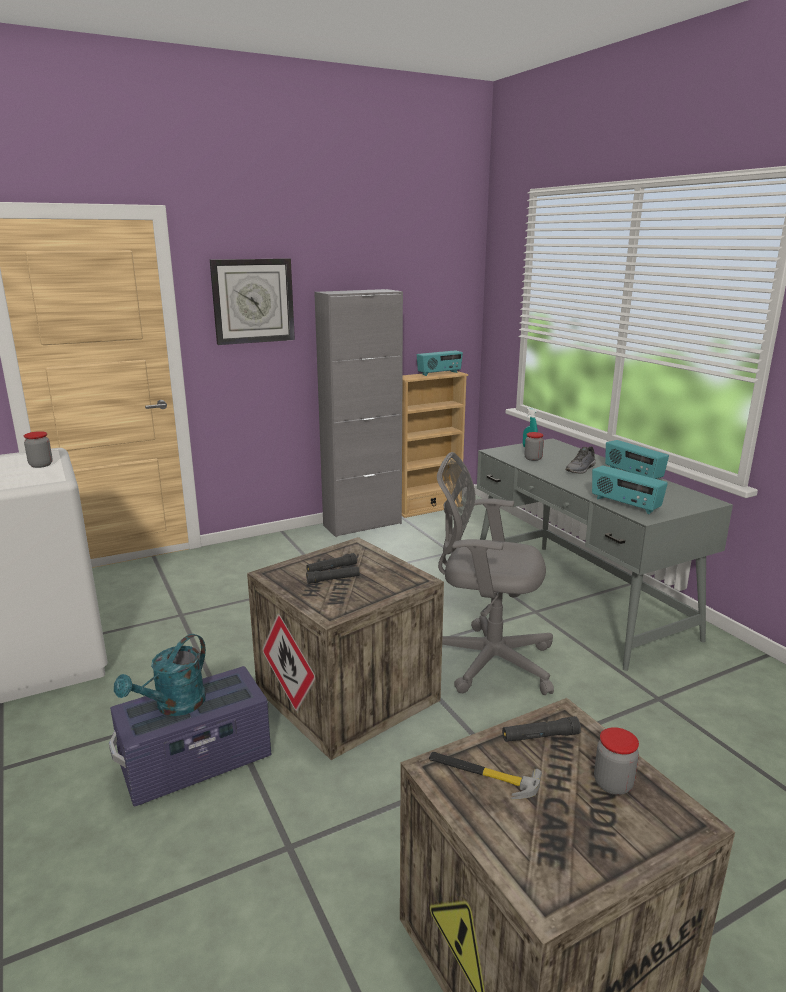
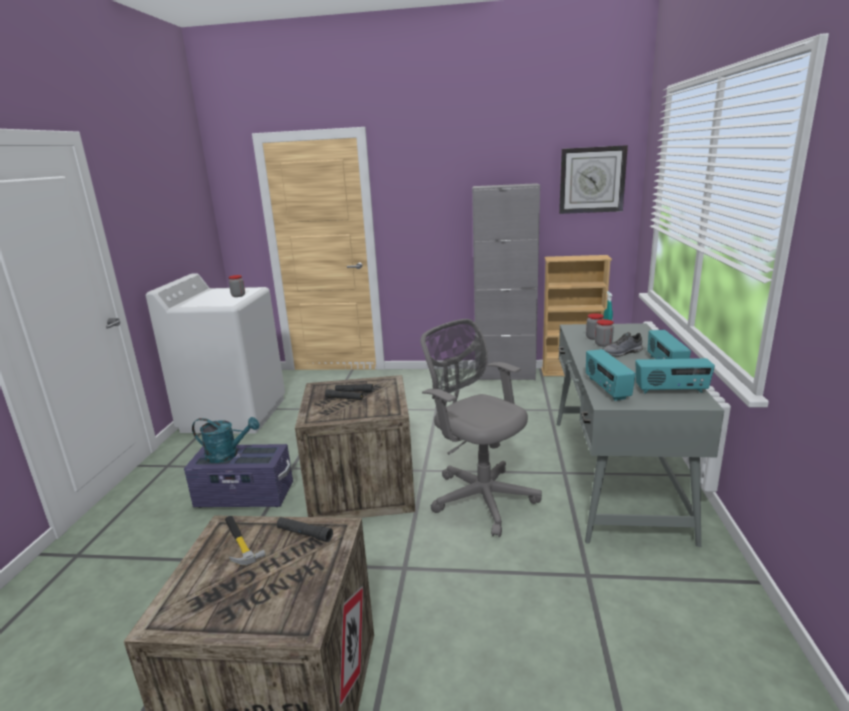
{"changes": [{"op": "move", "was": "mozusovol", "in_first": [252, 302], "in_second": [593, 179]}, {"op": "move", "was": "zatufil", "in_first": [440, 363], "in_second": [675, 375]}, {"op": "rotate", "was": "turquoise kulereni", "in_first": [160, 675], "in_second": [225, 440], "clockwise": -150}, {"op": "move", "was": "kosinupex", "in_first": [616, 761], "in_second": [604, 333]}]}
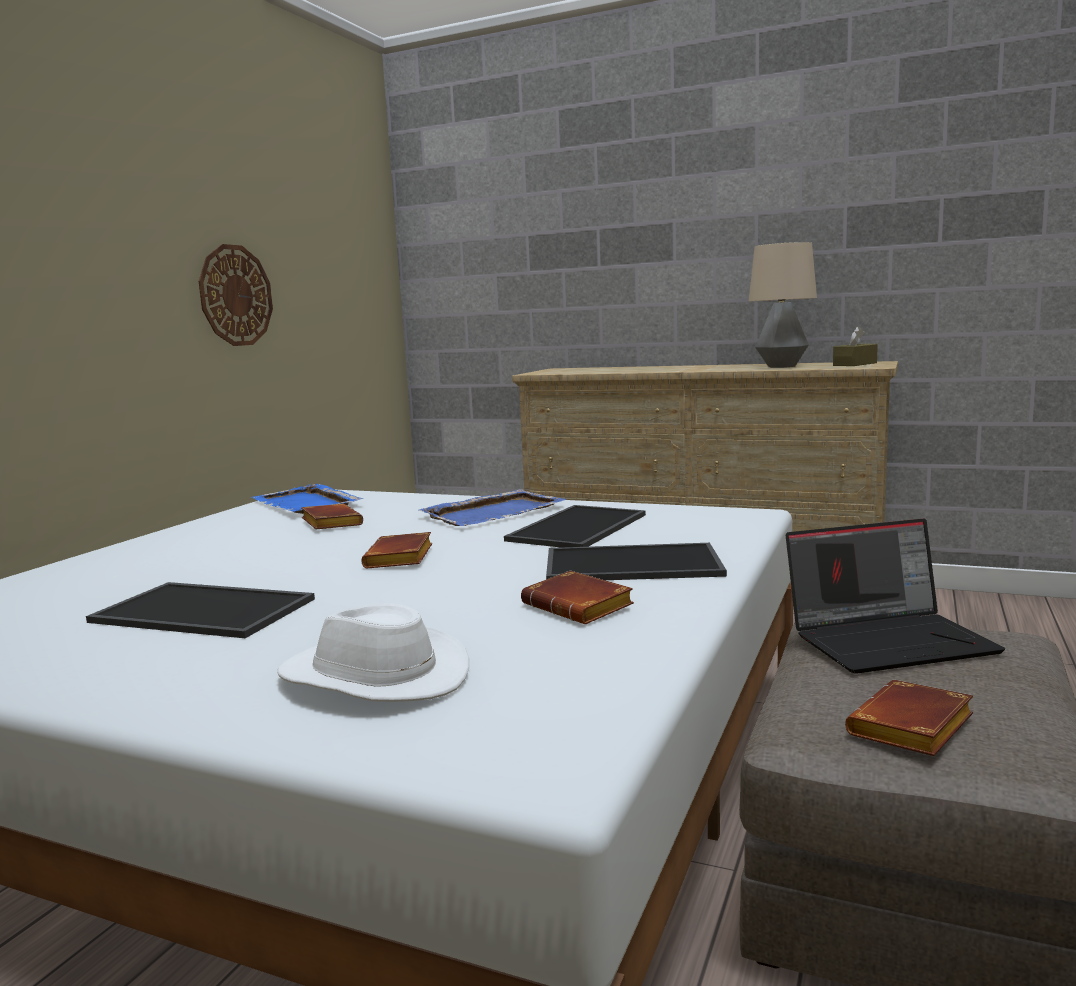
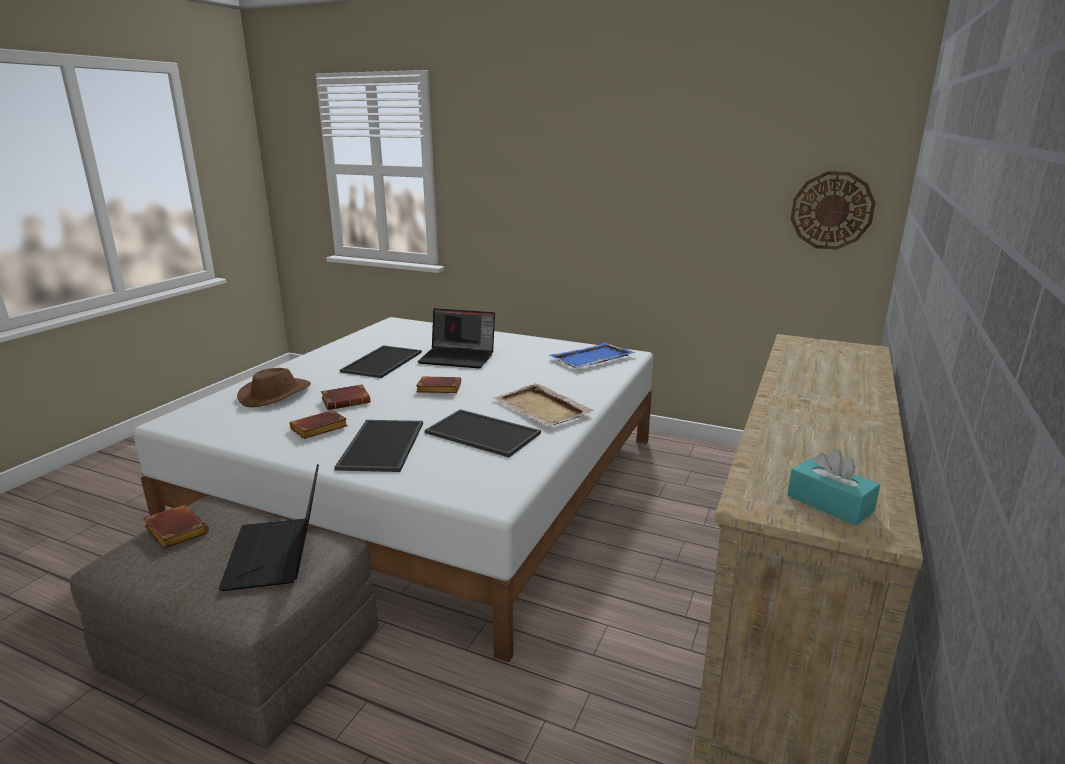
{"changes": [{"op": "delete", "was": "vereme", "in_first": [783, 305]}, {"op": "move", "was": "mozusovol", "in_first": [236, 295], "in_second": [833, 210]}, {"op": "recolor", "was": "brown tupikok", "now": "turquoise tupikok", "in_first": [855, 346], "in_second": [833, 487]}, {"op": "recolor", "was": "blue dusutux", "now": "beige dusutux", "in_first": [492, 507], "in_second": [543, 404]}, {"op": "move", "was": "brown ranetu", "in_first": [332, 516], "in_second": [345, 397]}, {"op": "recolor", "was": "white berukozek", "now": "brown berukozek", "in_first": [373, 652], "in_second": [274, 387]}, {"op": "insert", "now": "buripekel", "in_second": [456, 338]}]}
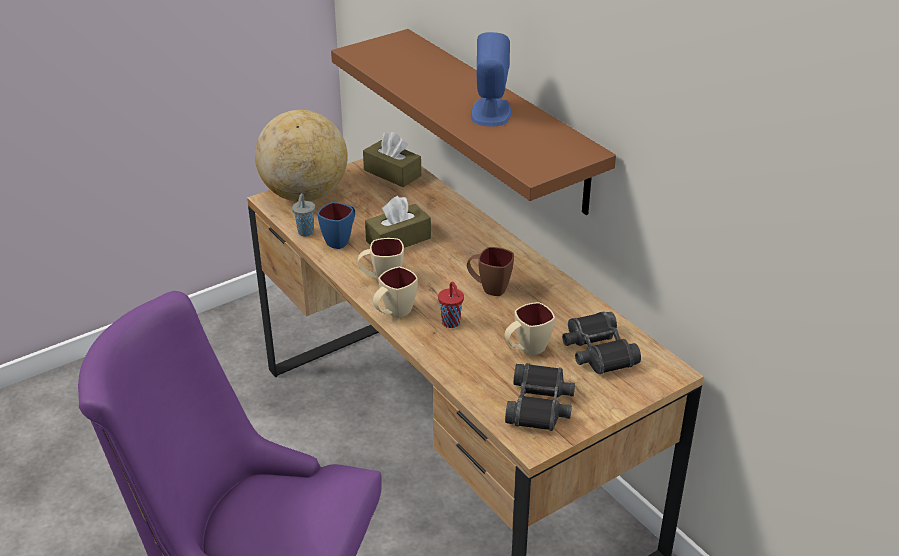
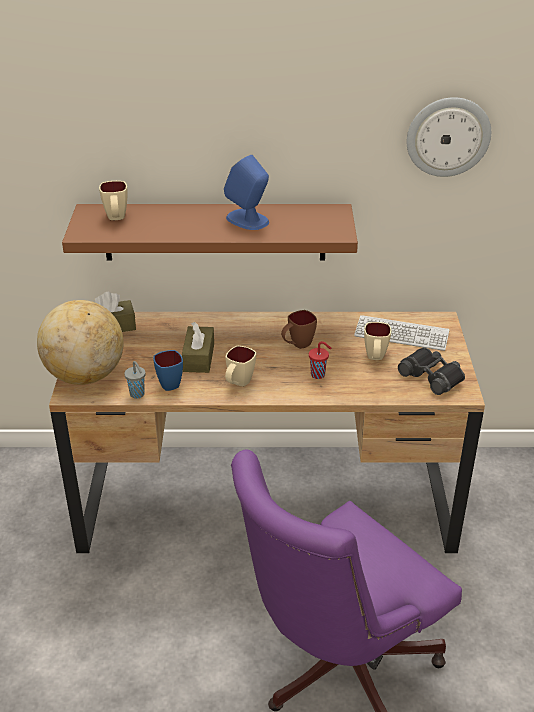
{"changes": [{"op": "move", "was": "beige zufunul", "in_first": [395, 292], "in_second": [113, 200]}, {"op": "replace", "was": "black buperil", "now": "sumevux", "in_first": [601, 342], "in_second": [402, 333]}, {"op": "insert", "now": "mozusovol", "in_second": [449, 137]}]}
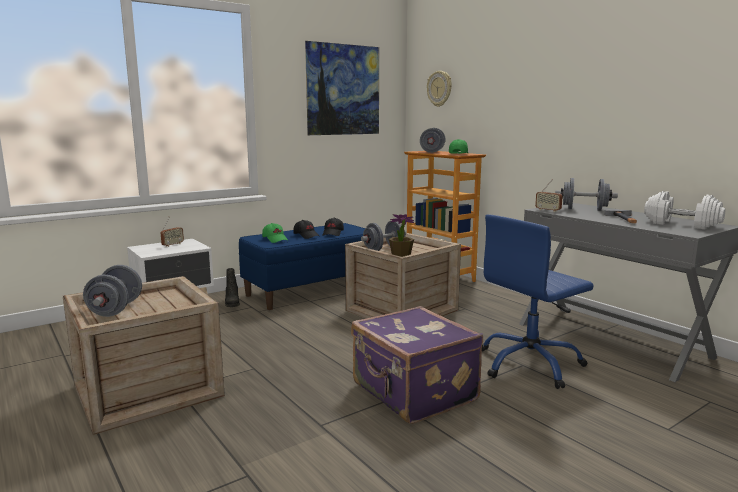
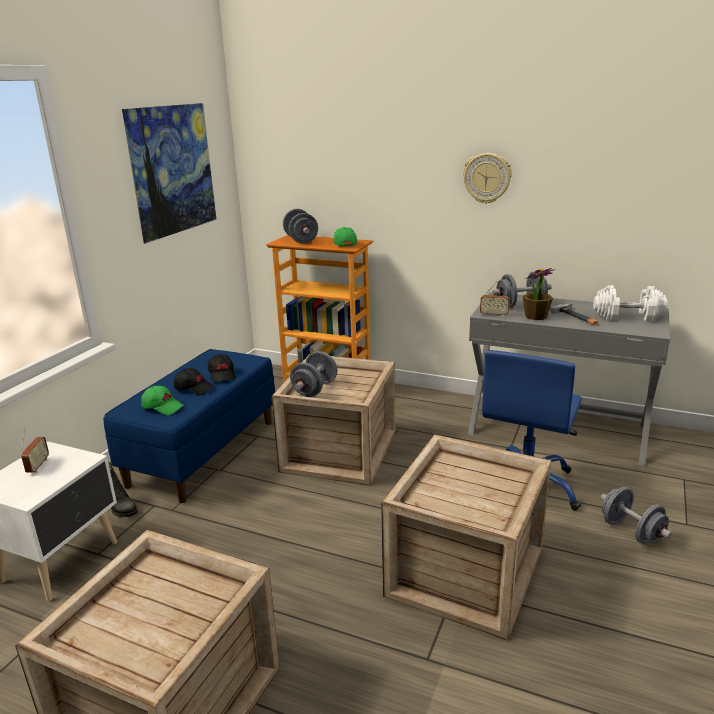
{"changes": [{"op": "move", "was": "mozusovol", "in_first": [439, 89], "in_second": [487, 178]}, {"op": "move", "was": "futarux", "in_first": [401, 235], "in_second": [539, 294]}, {"op": "move", "was": "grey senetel", "in_first": [112, 291], "in_second": [636, 515]}, {"op": "replace", "was": "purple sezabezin", "now": "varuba", "in_first": [417, 365], "in_second": [466, 537]}]}
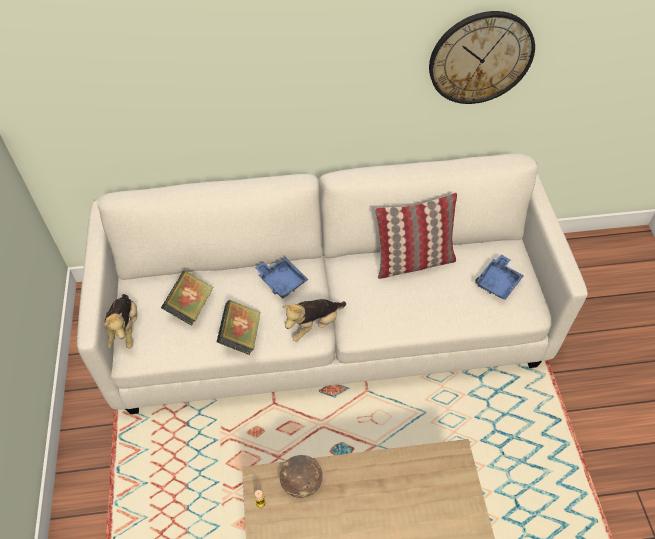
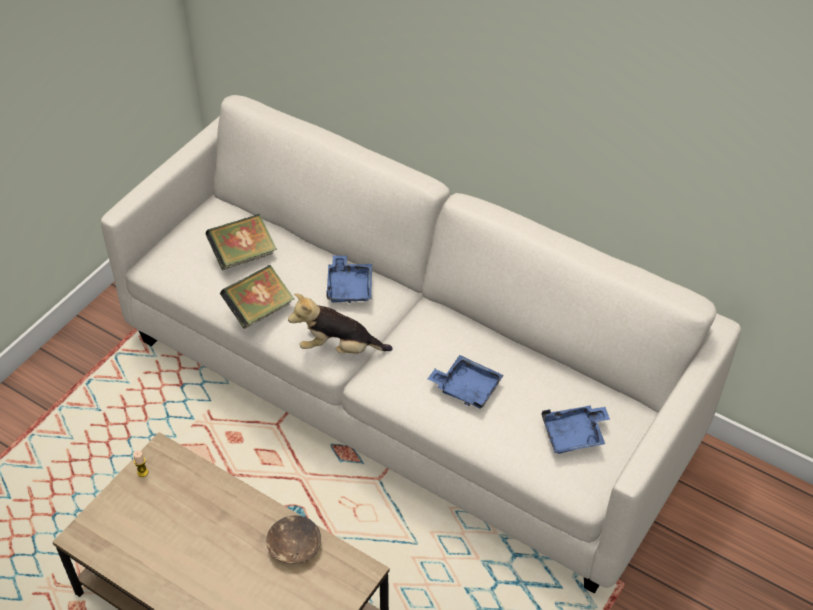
{"changes": [{"op": "delete", "was": "mozusovol", "in_first": [482, 57]}, {"op": "delete", "was": "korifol", "in_first": [416, 236]}, {"op": "delete", "was": "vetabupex", "in_first": [120, 321]}, {"op": "move", "was": "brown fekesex", "in_first": [301, 476], "in_second": [293, 539]}, {"op": "insert", "now": "blue dusutux", "in_second": [466, 382]}]}
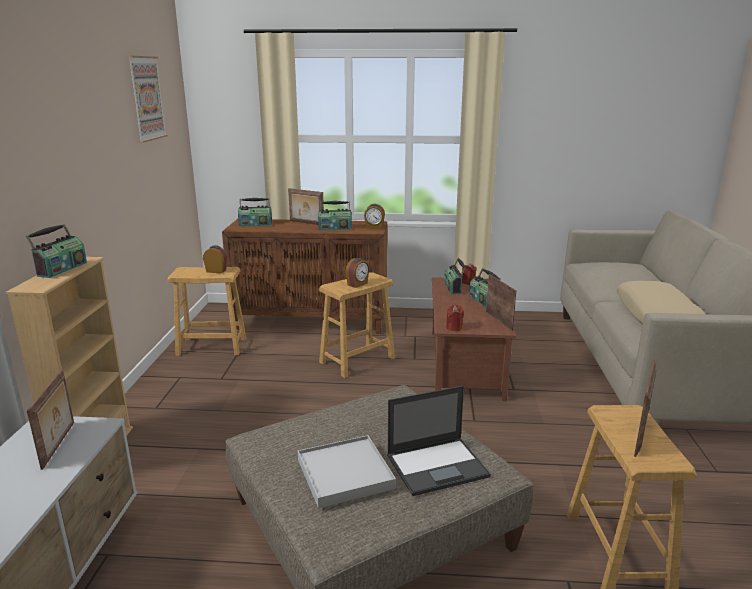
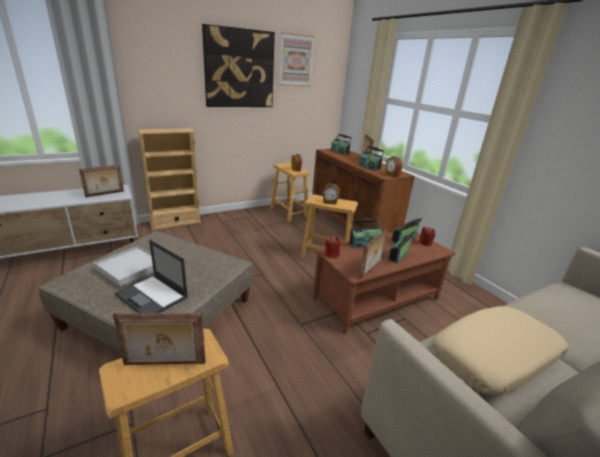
{"changes": [{"op": "move", "was": "zatufil", "in_first": [56, 251], "in_second": [365, 233]}, {"op": "insert", "now": "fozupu", "in_second": [238, 65]}]}
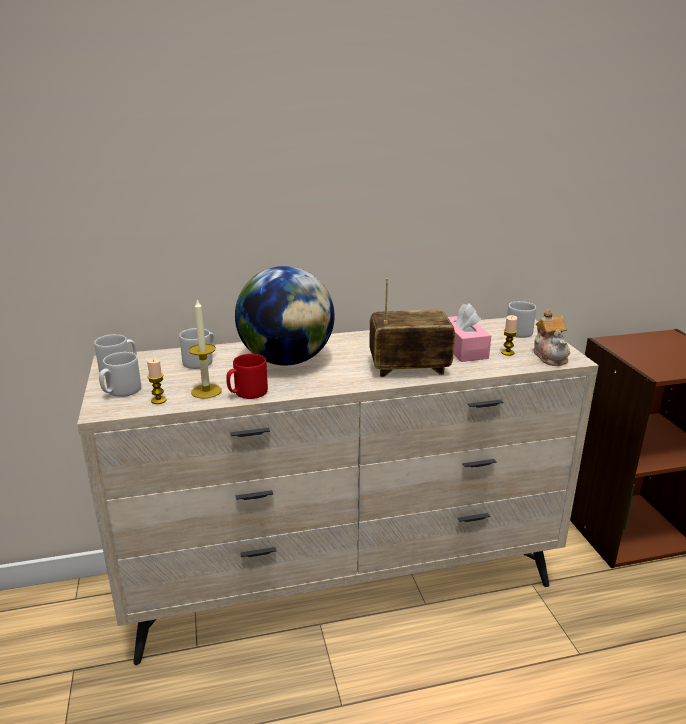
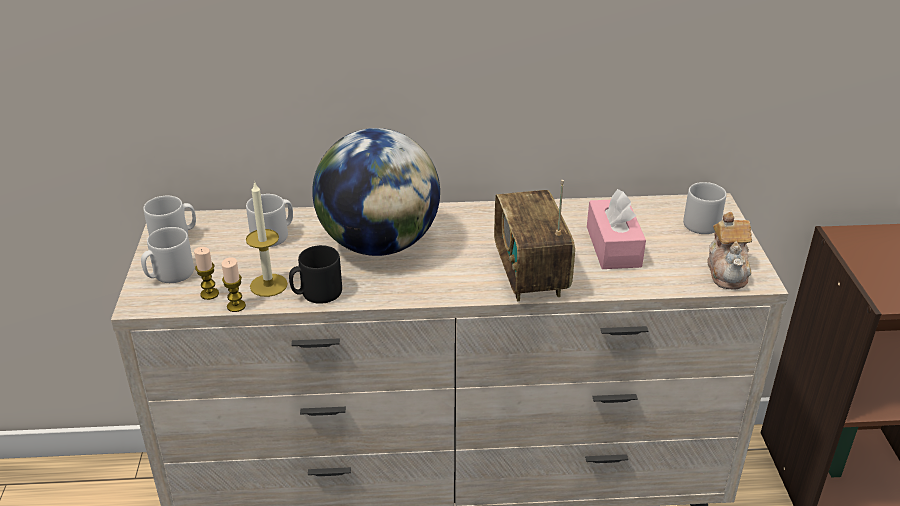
{"changes": [{"op": "rotate", "was": "zatufil", "in_first": [412, 327], "in_second": [534, 241], "clockwise": -105}, {"op": "move", "was": "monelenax", "in_first": [509, 335], "in_second": [233, 284]}, {"op": "recolor", "was": "red zufunul", "now": "black zufunul", "in_first": [247, 376], "in_second": [315, 274]}]}
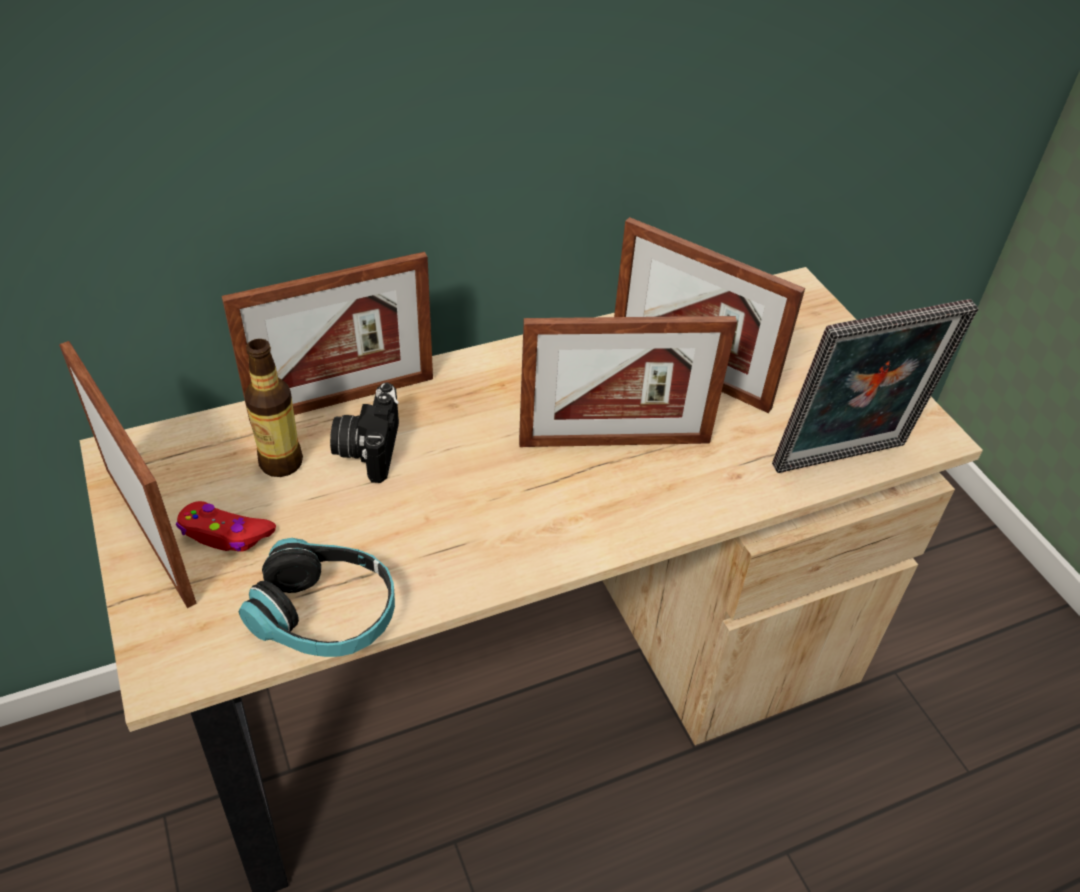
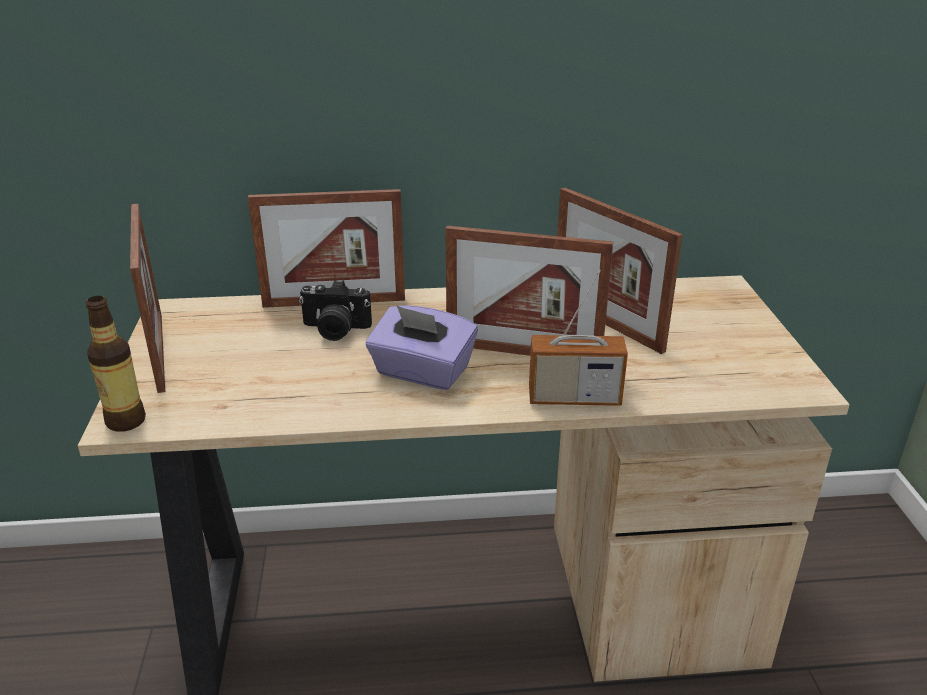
{"changes": [{"op": "delete", "was": "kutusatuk", "in_first": [875, 386]}, {"op": "move", "was": "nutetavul", "in_first": [273, 408], "in_second": [116, 364]}, {"op": "rotate", "was": "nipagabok", "in_first": [364, 432], "in_second": [335, 310], "clockwise": -105}, {"op": "delete", "was": "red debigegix", "in_first": [226, 526]}, {"op": "delete", "was": "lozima", "in_first": [317, 597]}, {"op": "insert", "now": "zatufil", "in_second": [578, 338]}, {"op": "insert", "now": "purple tupikok", "in_second": [422, 347]}]}
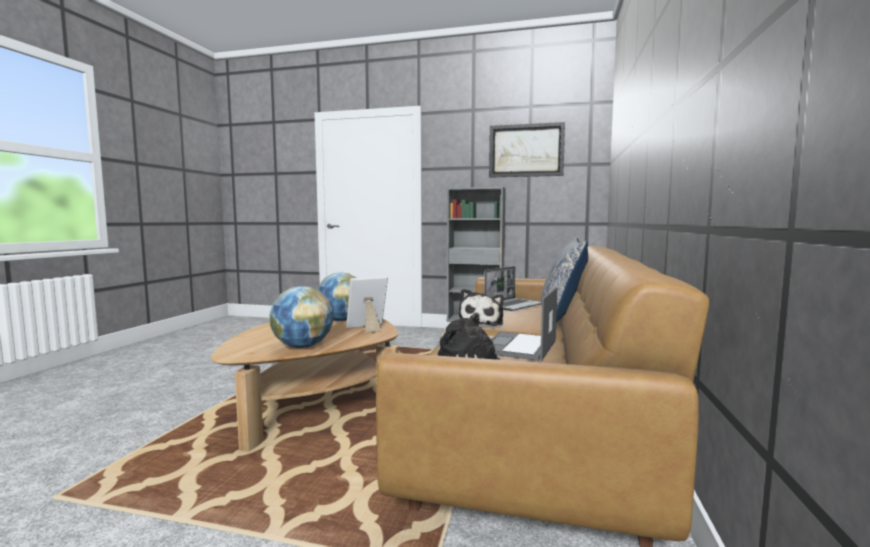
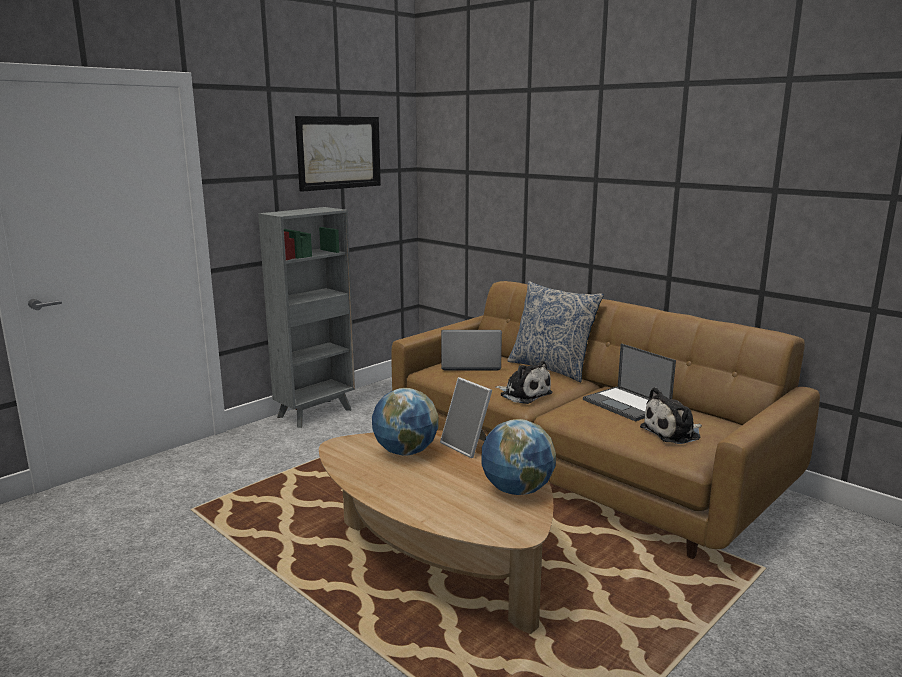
{"changes": [{"op": "rotate", "was": "buripekel", "in_first": [512, 288], "in_second": [471, 350], "clockwise": -75}, {"op": "rotate", "was": "kutusatuk", "in_first": [367, 304], "in_second": [466, 417], "clockwise": -45}]}
